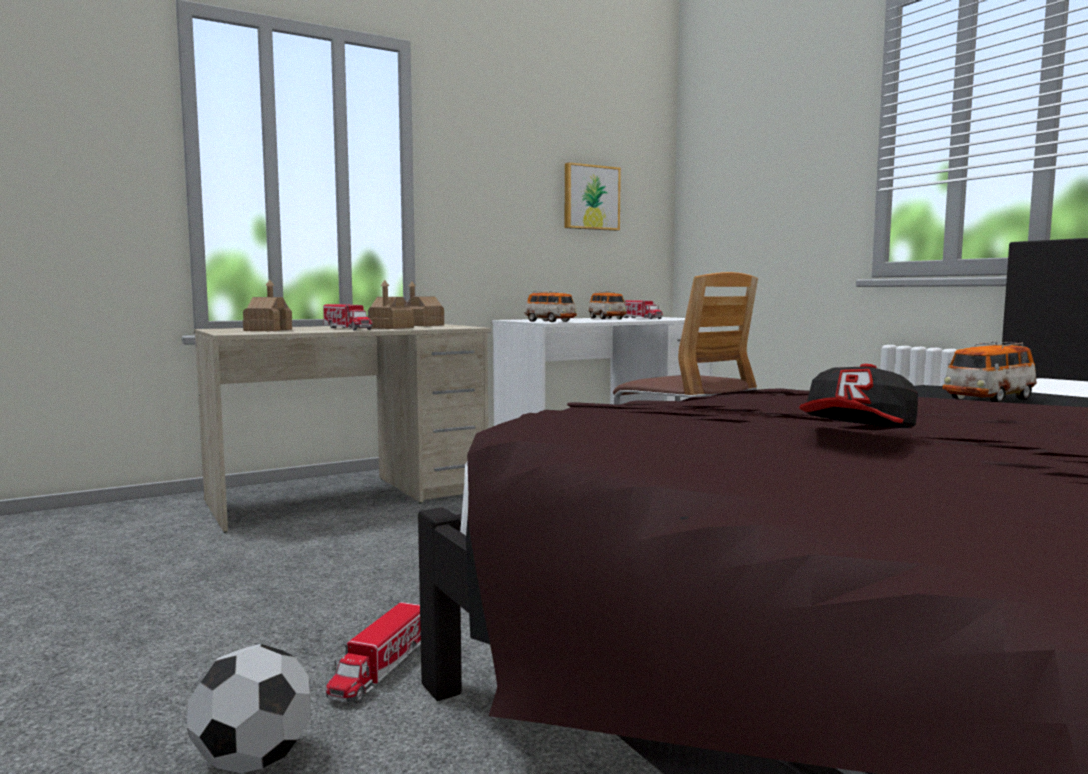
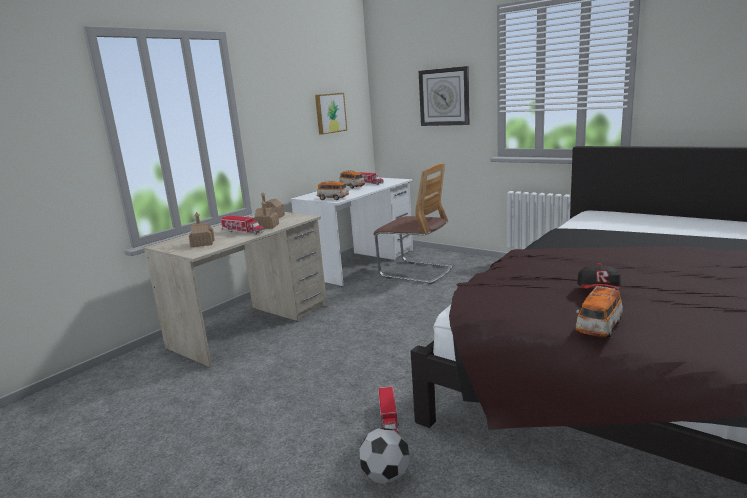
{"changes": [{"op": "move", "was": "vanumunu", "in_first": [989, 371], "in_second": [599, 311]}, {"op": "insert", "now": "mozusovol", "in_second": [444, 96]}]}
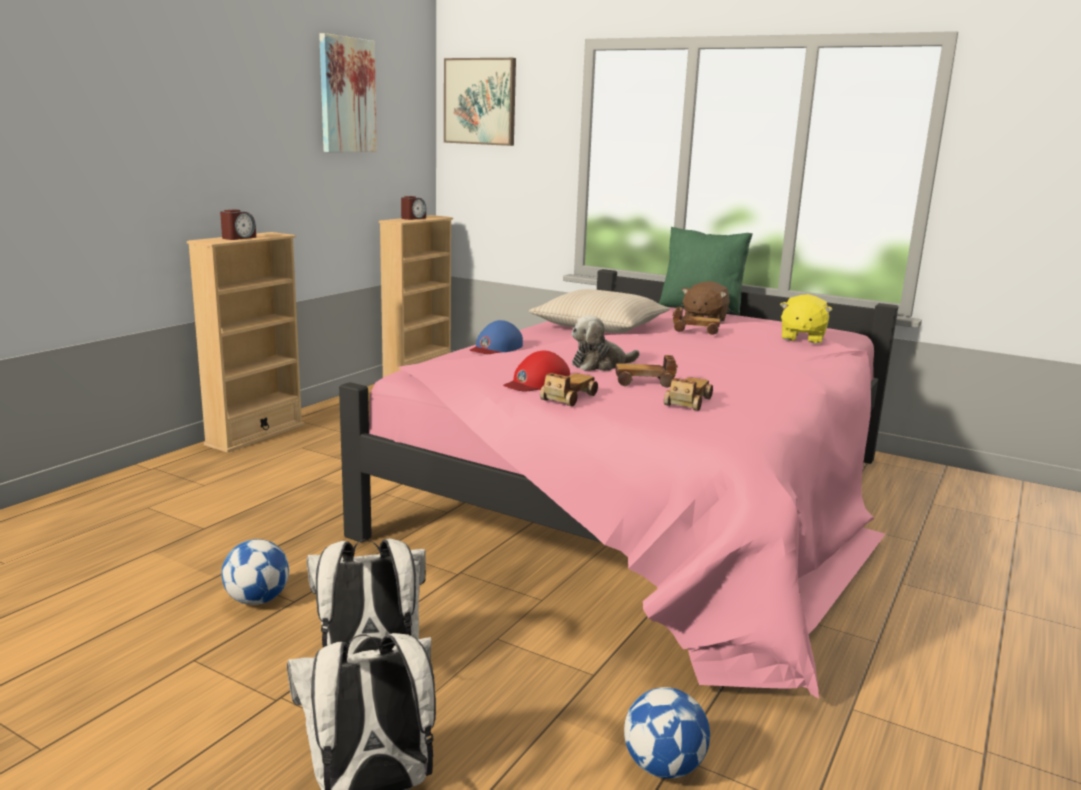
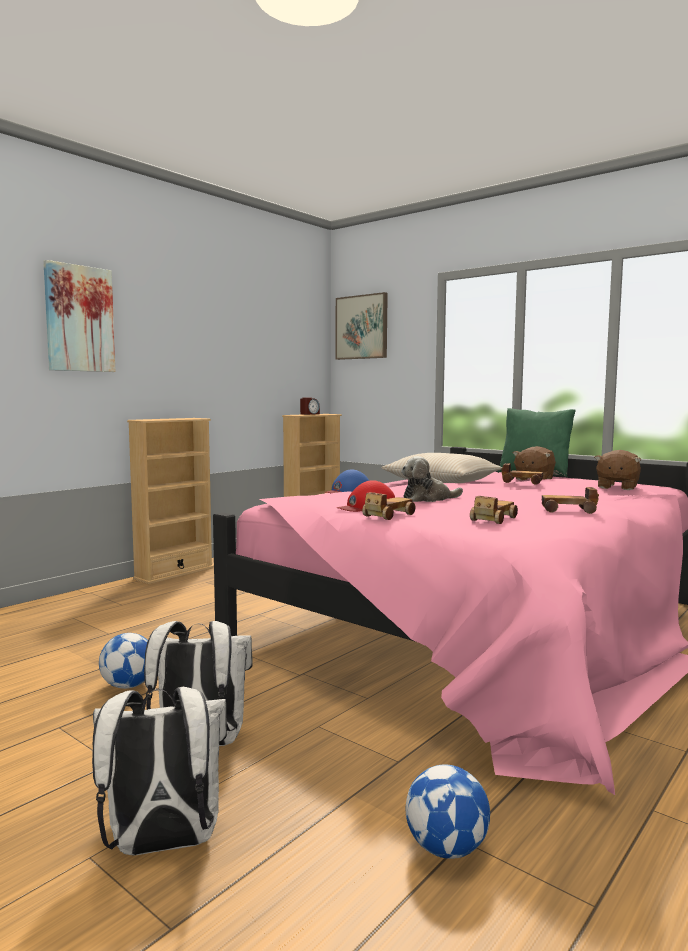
{"changes": [{"op": "move", "was": "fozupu", "in_first": [348, 92], "in_second": [79, 316]}, {"op": "delete", "was": "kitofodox", "in_first": [238, 224]}, {"op": "recolor", "was": "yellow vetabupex", "now": "brown vetabupex", "in_first": [806, 319], "in_second": [617, 470]}, {"op": "move", "was": "vanumunu", "in_first": [646, 371], "in_second": [570, 500]}]}
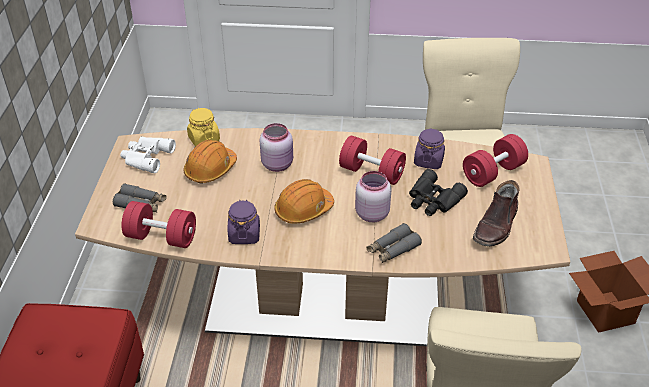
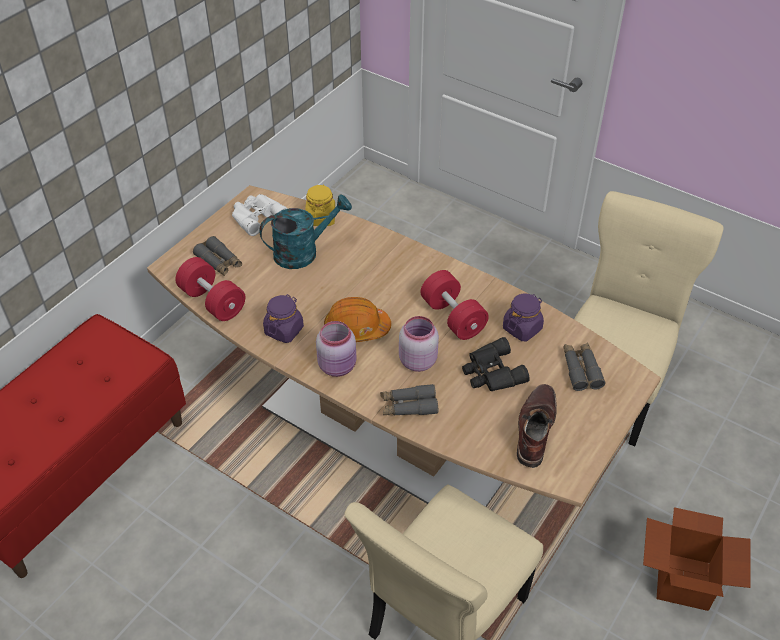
{"changes": [{"op": "move", "was": "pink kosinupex", "in_first": [276, 147], "in_second": [336, 349]}, {"op": "replace", "was": "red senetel", "now": "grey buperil", "in_first": [495, 160], "in_second": [584, 366]}, {"op": "replace", "was": "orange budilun", "now": "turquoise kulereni", "in_first": [210, 162], "in_second": [305, 231]}, {"op": "rotate", "was": "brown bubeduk", "in_first": [496, 213], "in_second": [537, 426], "clockwise": 135}]}
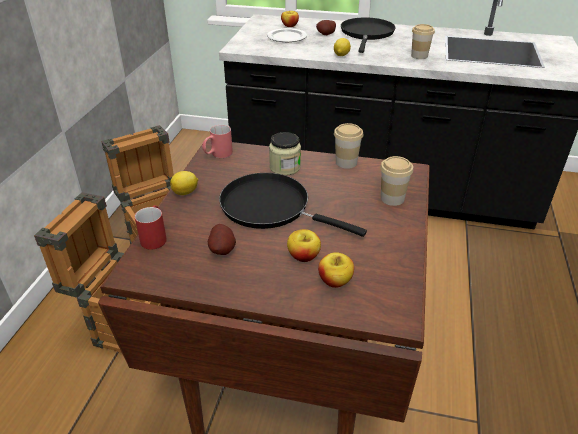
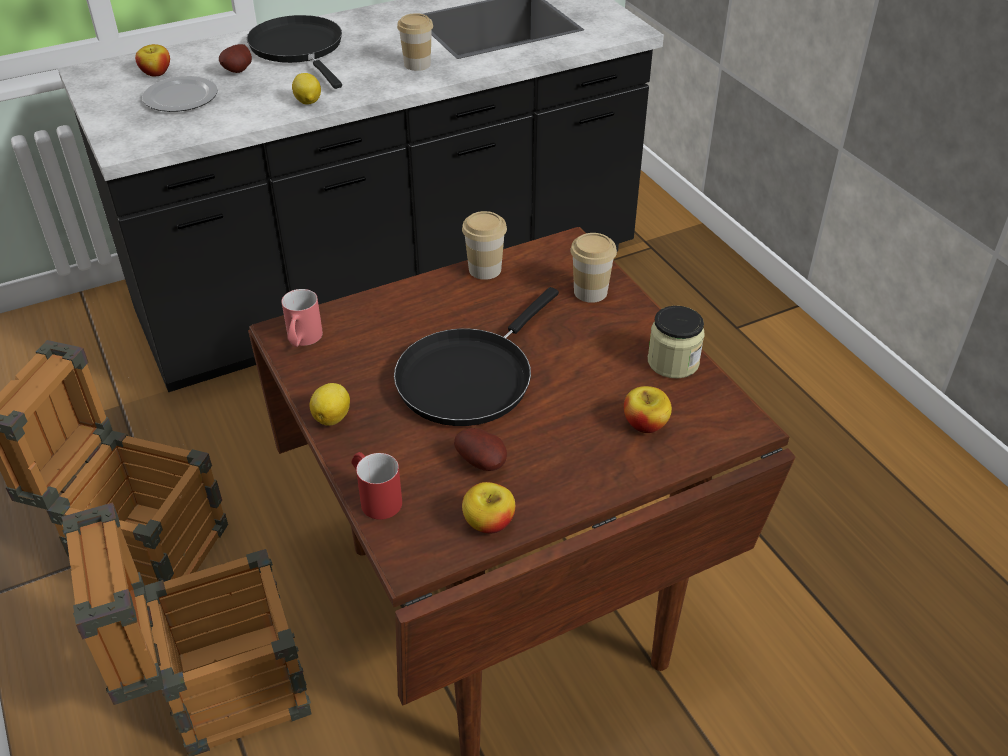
{"changes": [{"op": "move", "was": "kosinupex", "in_first": [285, 154], "in_second": [676, 342]}, {"op": "rotate", "was": "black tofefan", "in_first": [293, 205], "in_second": [476, 356], "clockwise": -45}, {"op": "move", "was": "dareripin", "in_first": [304, 245], "in_second": [488, 508]}]}
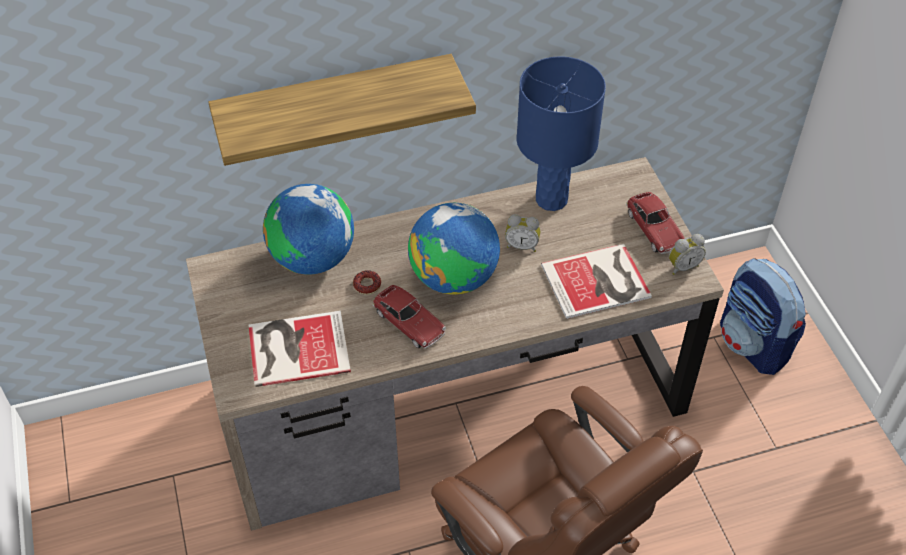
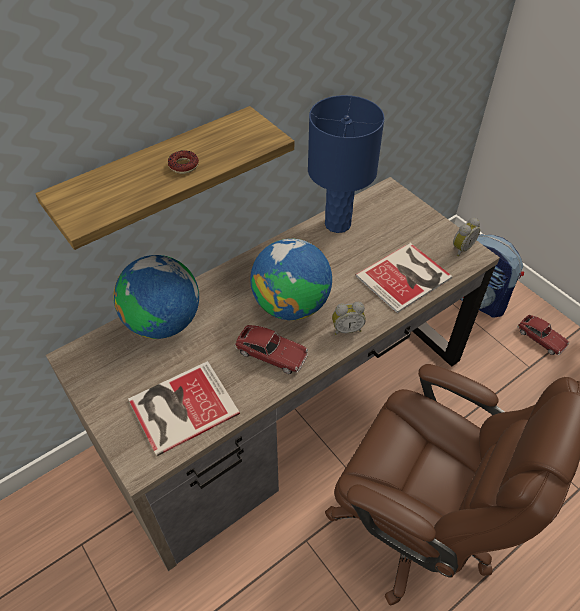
{"changes": [{"op": "move", "was": "vanumunu", "in_first": [655, 223], "in_second": [543, 335]}, {"op": "move", "was": "kitofodox", "in_first": [522, 233], "in_second": [349, 318]}, {"op": "move", "was": "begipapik", "in_first": [367, 282], "in_second": [183, 162]}]}
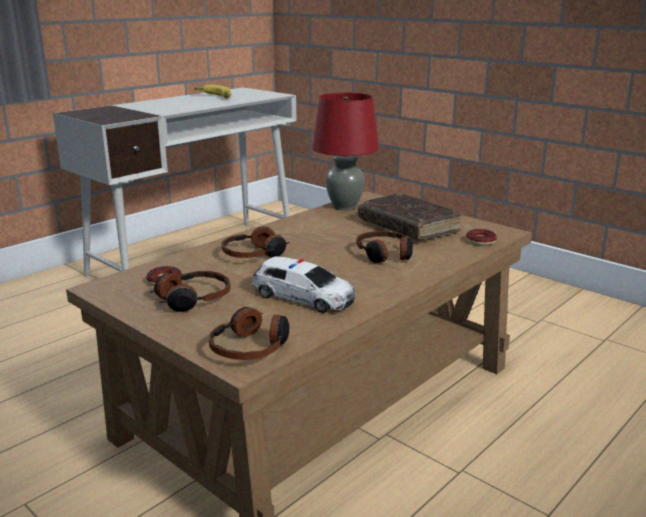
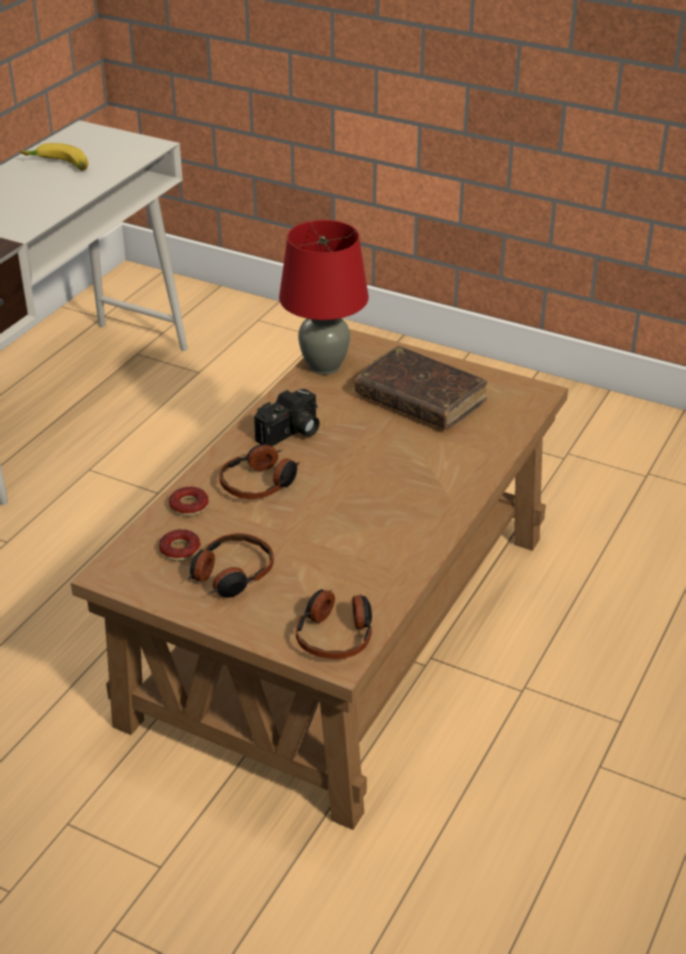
{"changes": [{"op": "move", "was": "begipapik", "in_first": [481, 237], "in_second": [189, 501]}, {"op": "delete", "was": "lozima", "in_first": [384, 247]}, {"op": "delete", "was": "vanumunu", "in_first": [303, 284]}, {"op": "insert", "now": "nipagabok", "in_second": [287, 417]}]}
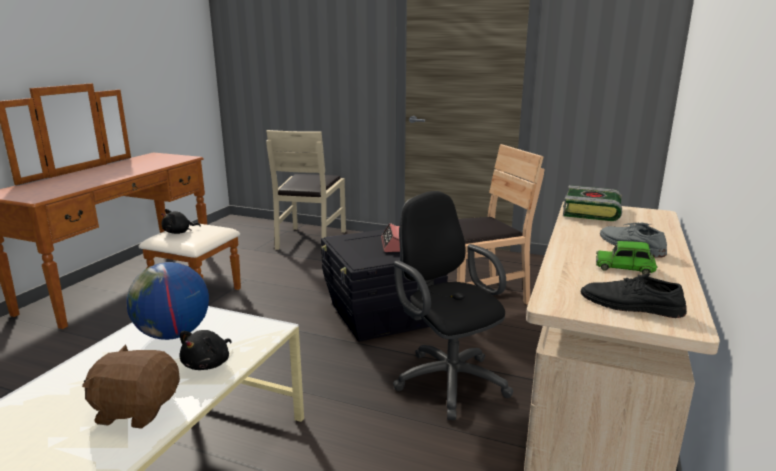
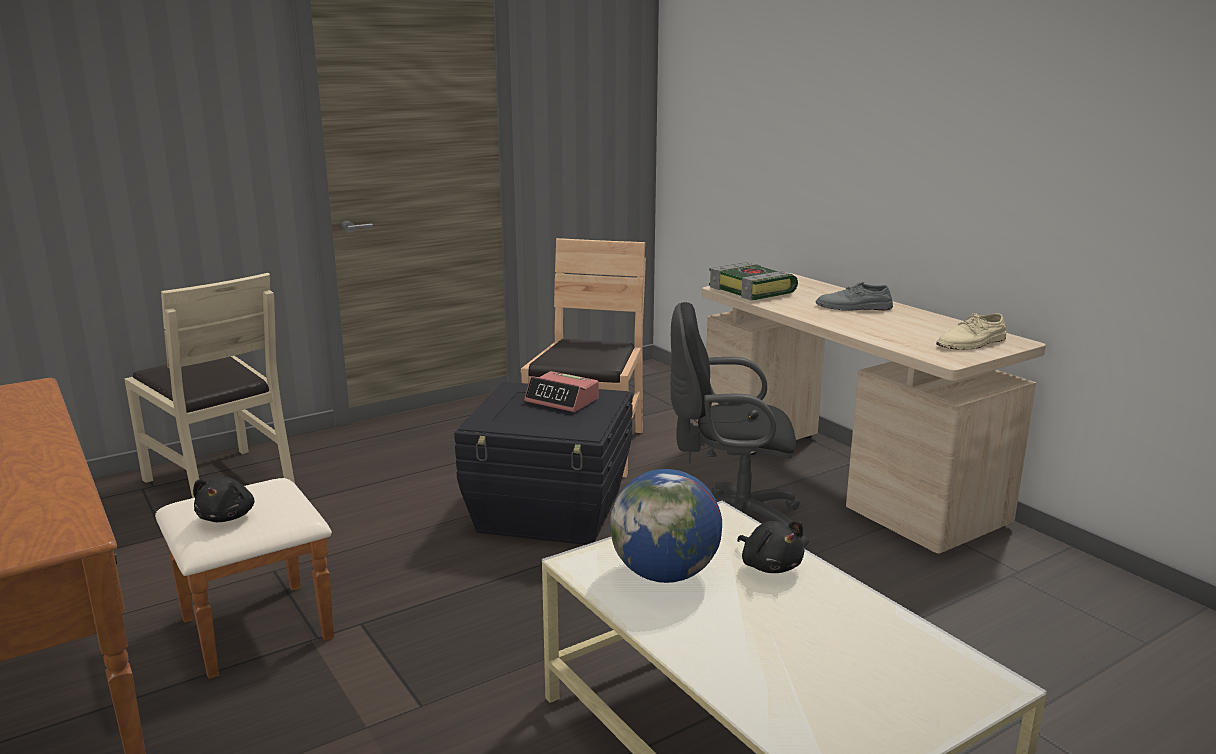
{"changes": [{"op": "delete", "was": "green vanumunu", "in_first": [627, 258]}, {"op": "recolor", "was": "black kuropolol", "now": "beige kuropolol", "in_first": [634, 296], "in_second": [971, 331]}, {"op": "delete", "was": "brown vetabupex", "in_first": [131, 387]}]}
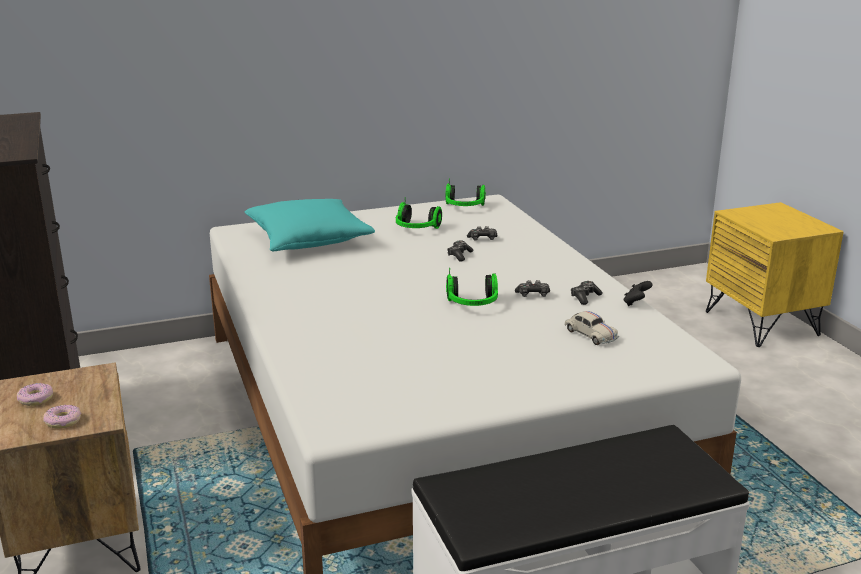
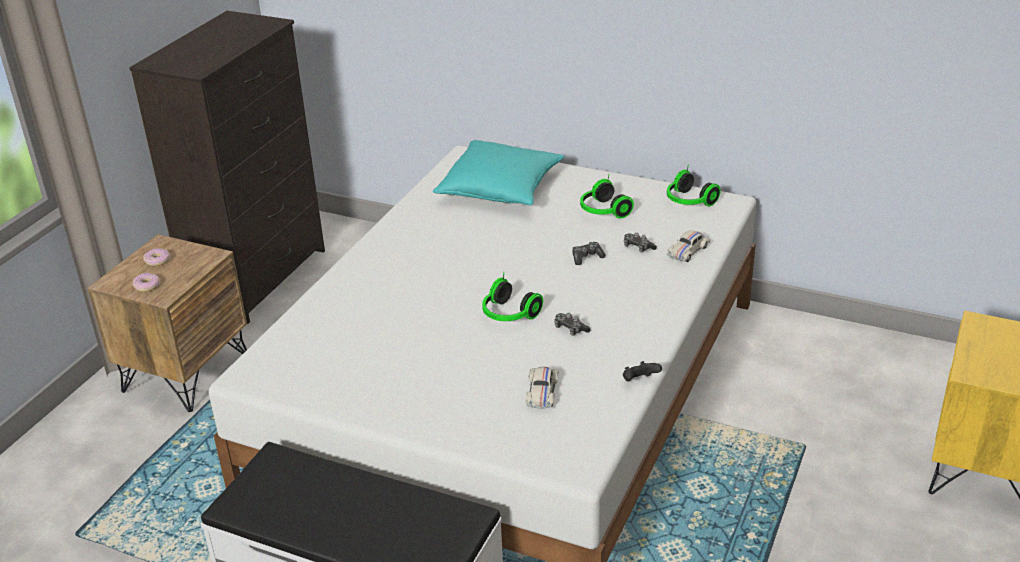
{"changes": [{"op": "delete", "was": "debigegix", "in_first": [587, 293]}, {"op": "insert", "now": "white vanumunu", "in_second": [688, 246]}]}
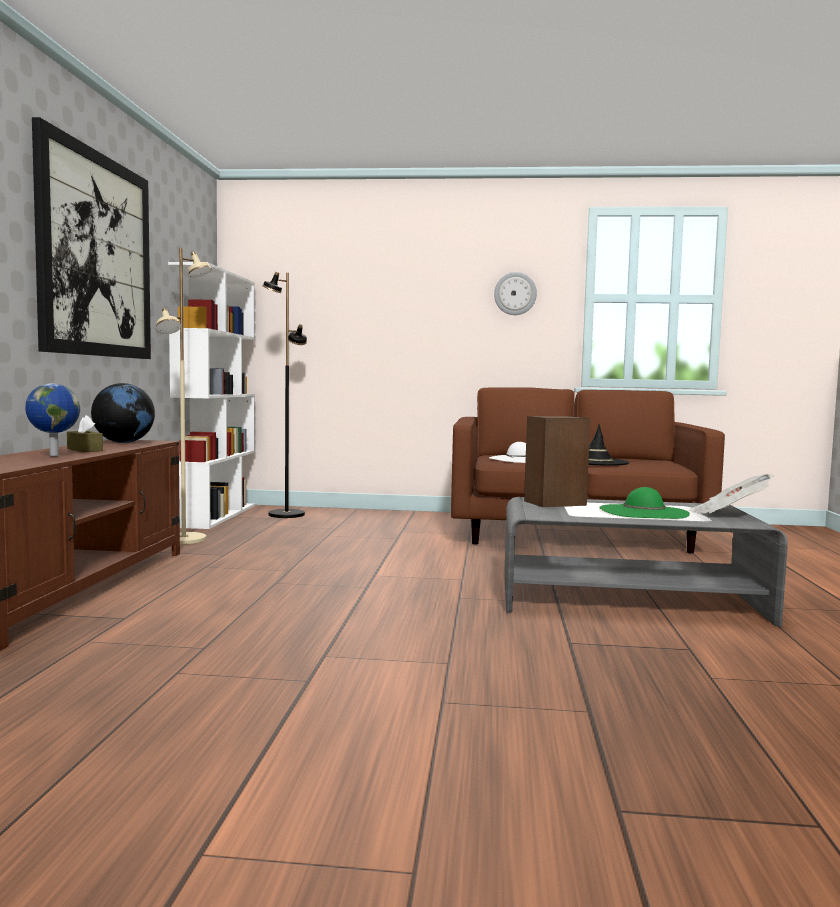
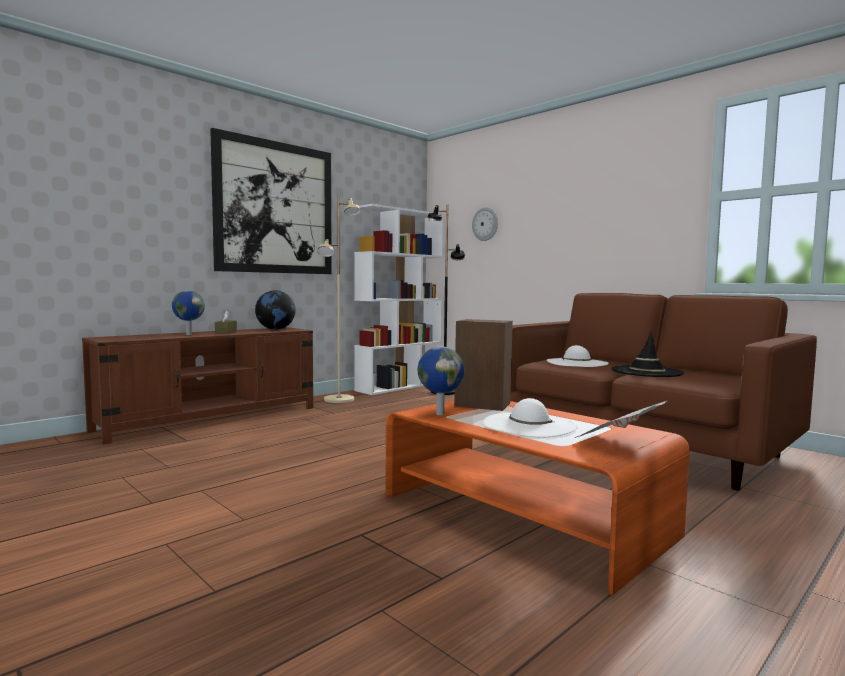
{"changes": [{"op": "move", "was": "mozusovol", "in_first": [515, 293], "in_second": [485, 224]}, {"op": "recolor", "was": "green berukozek", "now": "white berukozek", "in_first": [644, 503], "in_second": [530, 417]}, {"op": "recolor", "was": "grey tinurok", "now": "orange tinurok", "in_first": [646, 562], "in_second": [537, 498]}, {"op": "insert", "now": "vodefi", "in_second": [440, 380]}]}
